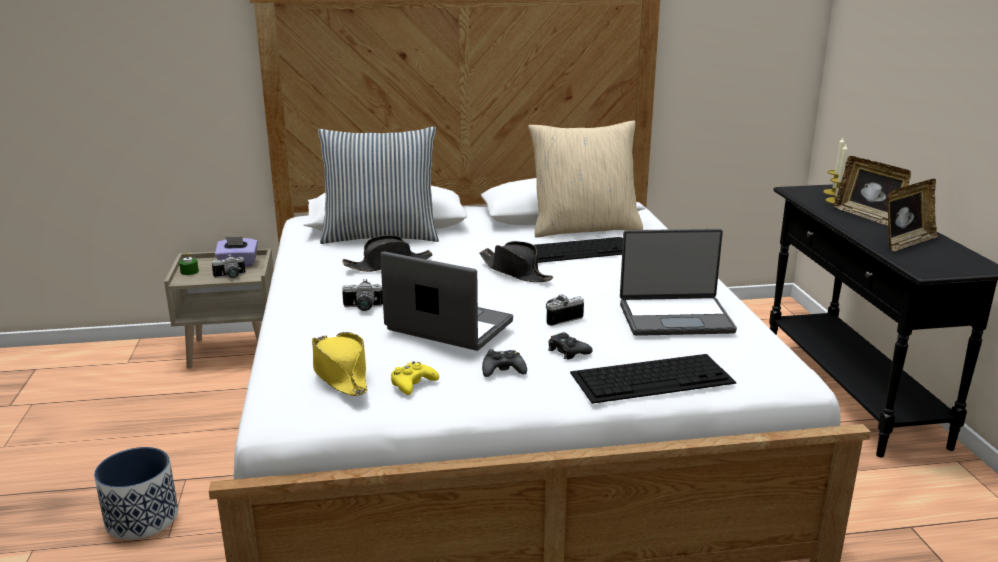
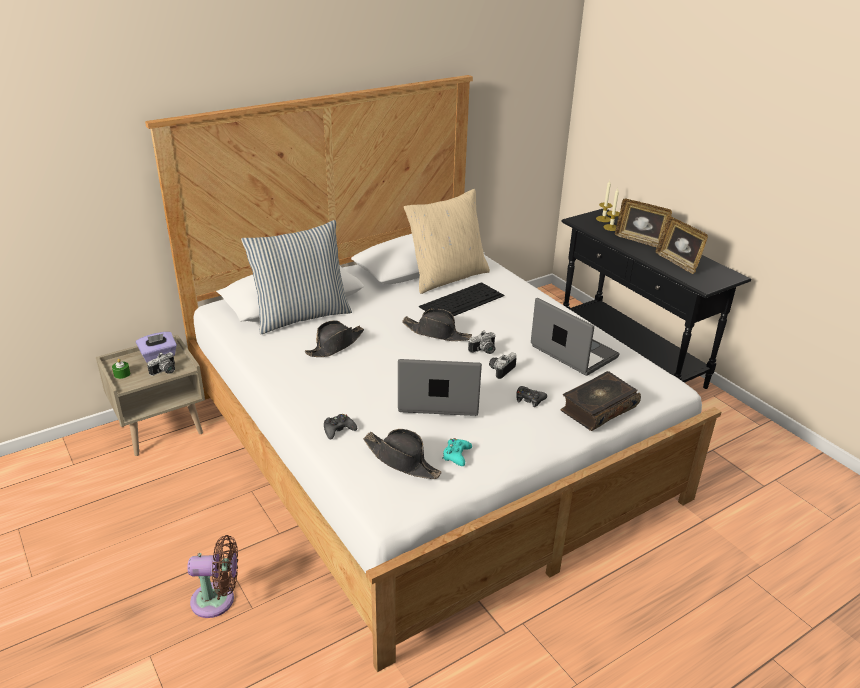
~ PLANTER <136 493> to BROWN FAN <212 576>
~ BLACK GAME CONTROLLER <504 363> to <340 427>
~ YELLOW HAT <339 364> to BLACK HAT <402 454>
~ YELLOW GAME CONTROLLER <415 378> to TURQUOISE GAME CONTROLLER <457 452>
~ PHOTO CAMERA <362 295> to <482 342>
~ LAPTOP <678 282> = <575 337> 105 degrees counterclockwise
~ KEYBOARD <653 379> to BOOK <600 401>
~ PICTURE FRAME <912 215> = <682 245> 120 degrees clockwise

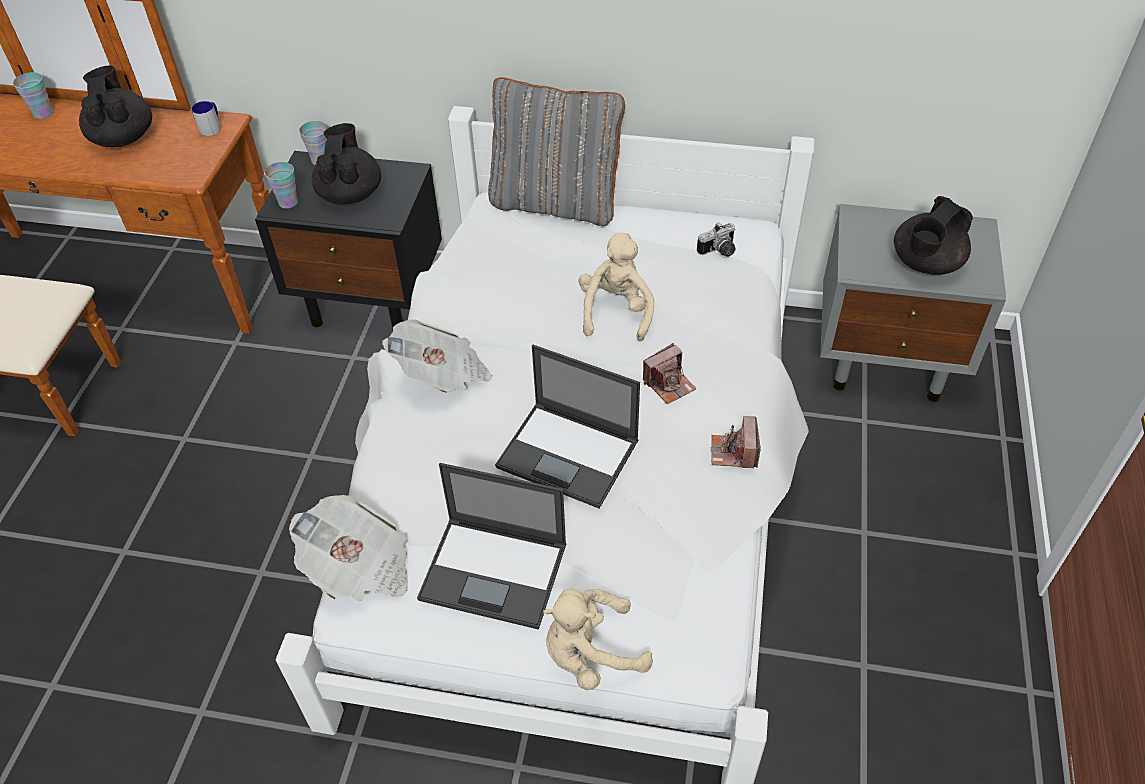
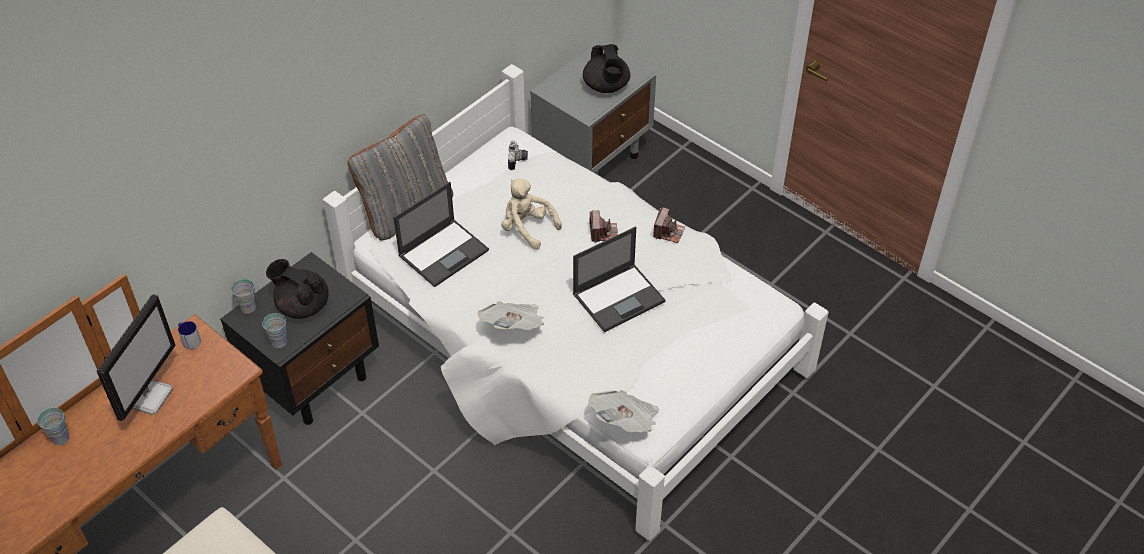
~ BLACK TEAPOT <115 106> to MONITOR <136 357>
~ LAPTOP <491 546> to <441 234>
~ PHOTO CAMERA <736 442> = <669 225> 105 degrees counterclockwise
- BEIGE PLUSH TOY <598 639>

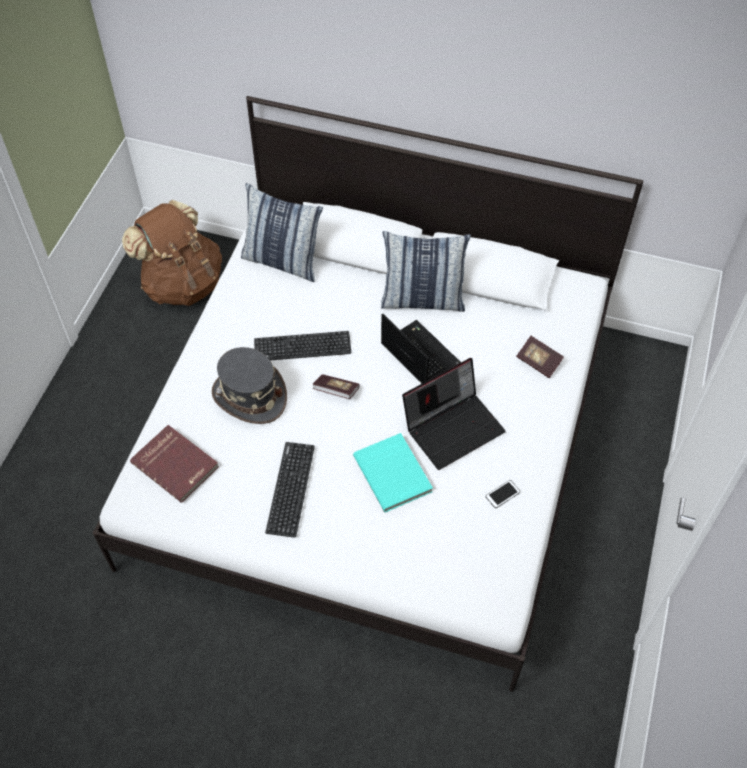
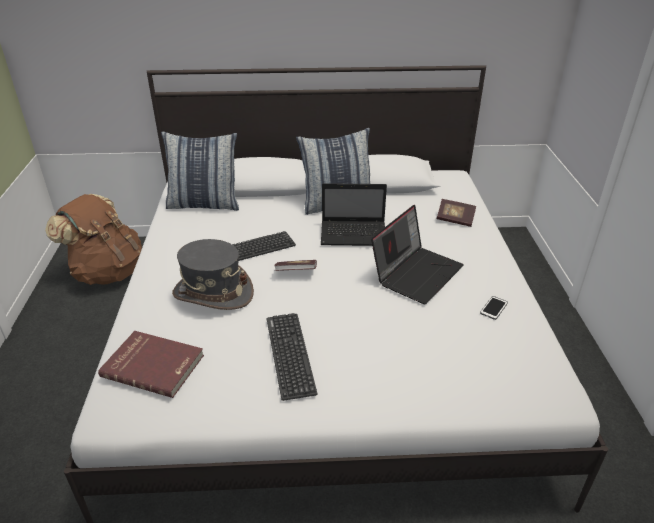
~ LAPTOP <421 348> = <354 214> 150 degrees clockwise
- TURQUOISE BOOK <393 472>

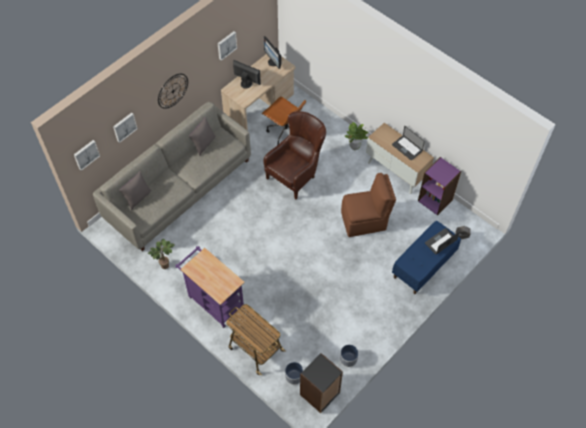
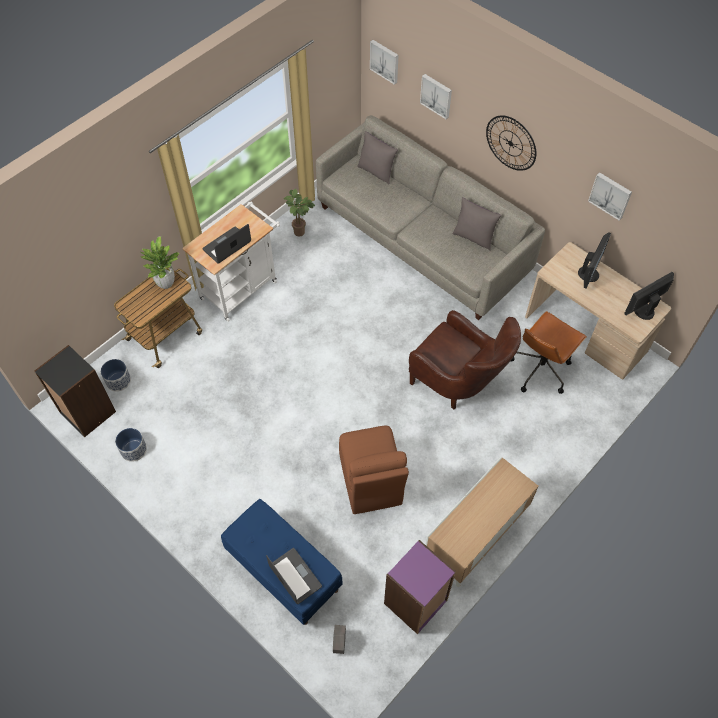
~ POTTED PLANT <357 136> to <160 262>
~ PURPLE CART <210 287> to WHITE CART <231 261>
~ LAPTOP <408 143> to <227 244>

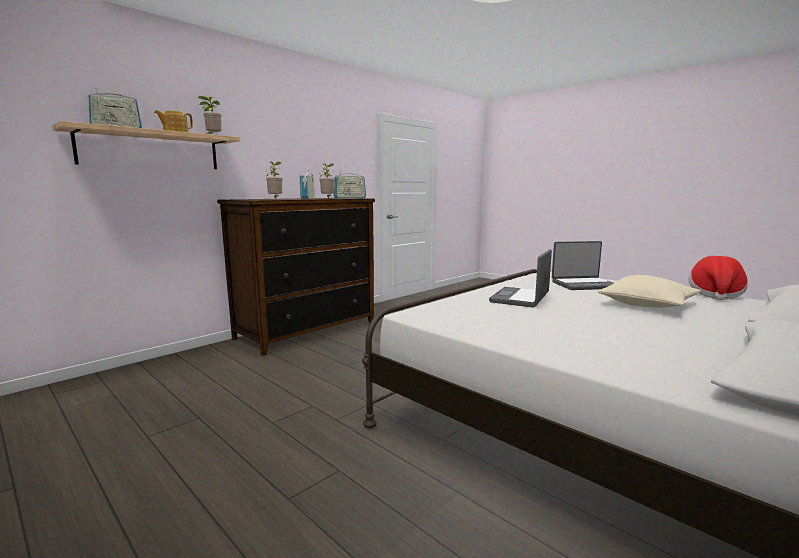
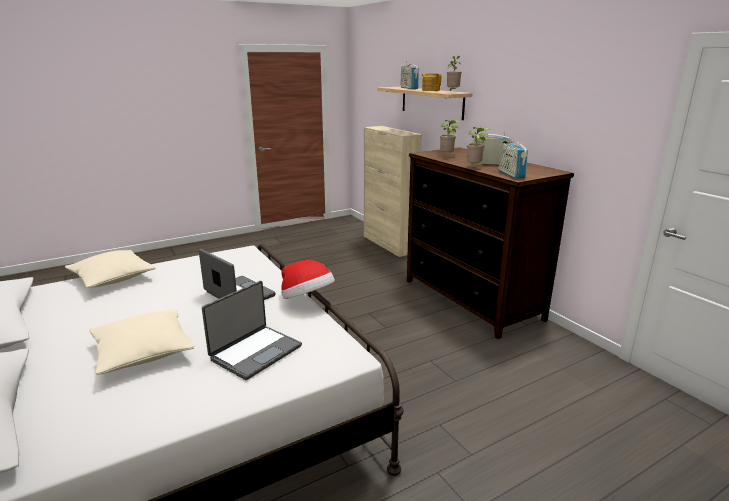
+ BEIGE PILLOW <110 269>
~ LAPTOP <583 265> = <252 330> 150 degrees counterclockwise
~ HAT <718 278> to <308 279>
+ BEIGE CABINET <393 191>

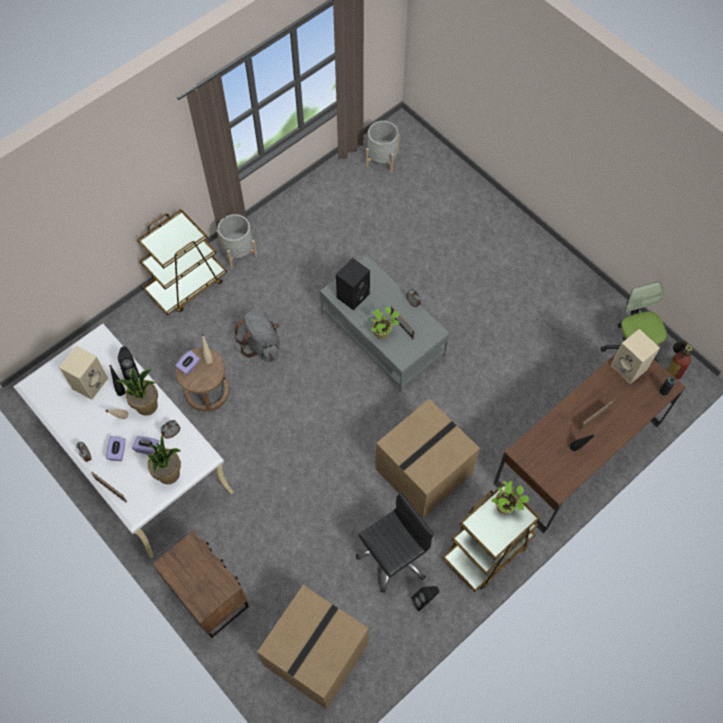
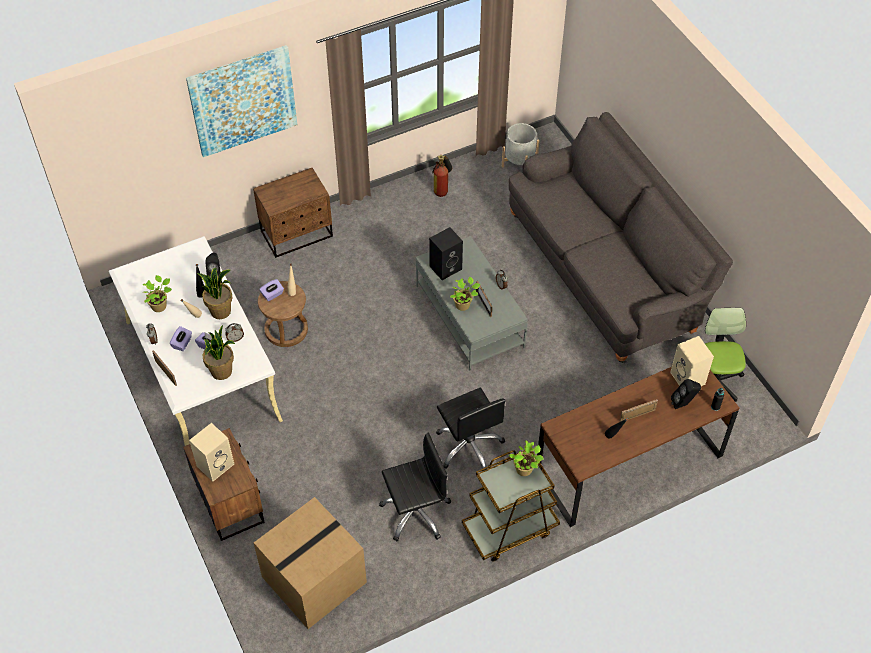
+ POTTED PLANT <157 293>
+ PICTURE <241 101>
~ BEIGE SPEAKER <83 372> to <211 452>
~ BROWN CART <182 262> to BROWN NIGHTSTAND <293 213>
~ FIRE EXTINGUISHER <680 360> to <442 176>
~ CARDBOARD BOX <427 458> to BLACK OFFICE CHAIR <471 429>
+ GREY SOFA <621 237>
~ BLACK SPEAKER <425 599> to <686 394>
- GREY PLANTER <237 241>
- GREY BACKPACK <257 335>

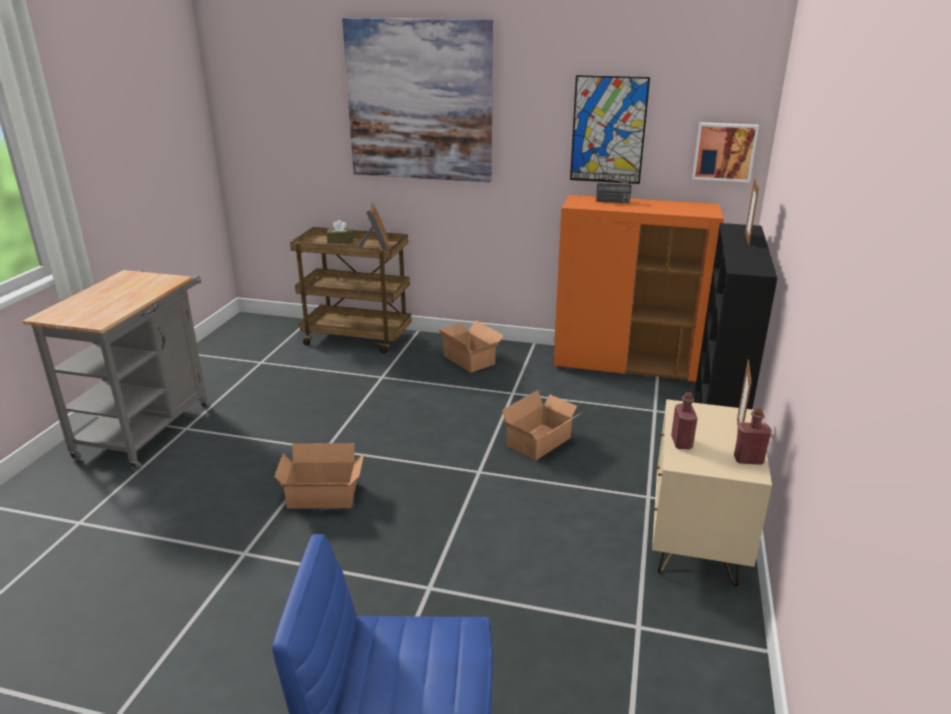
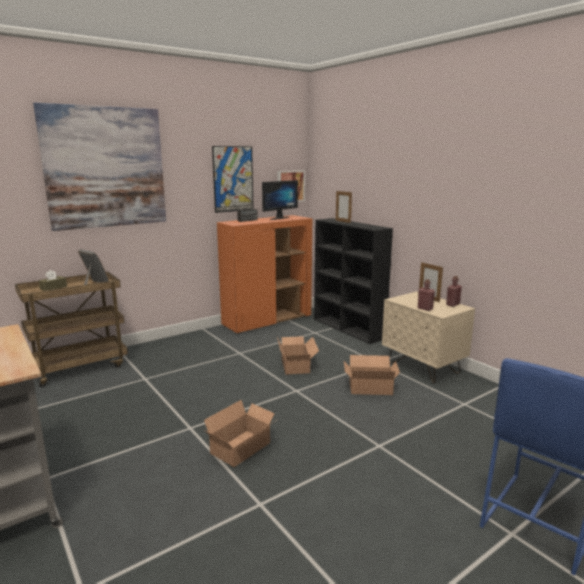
+ MONITOR <280 200>
~ CARDBOARD BOX <471 347> to <372 375>

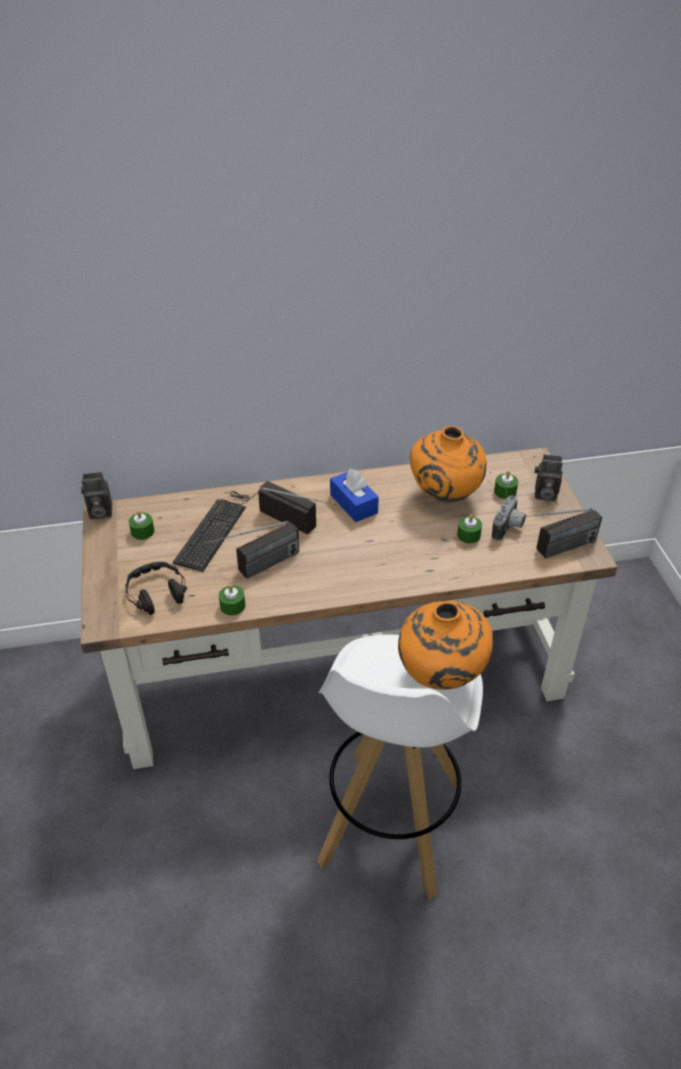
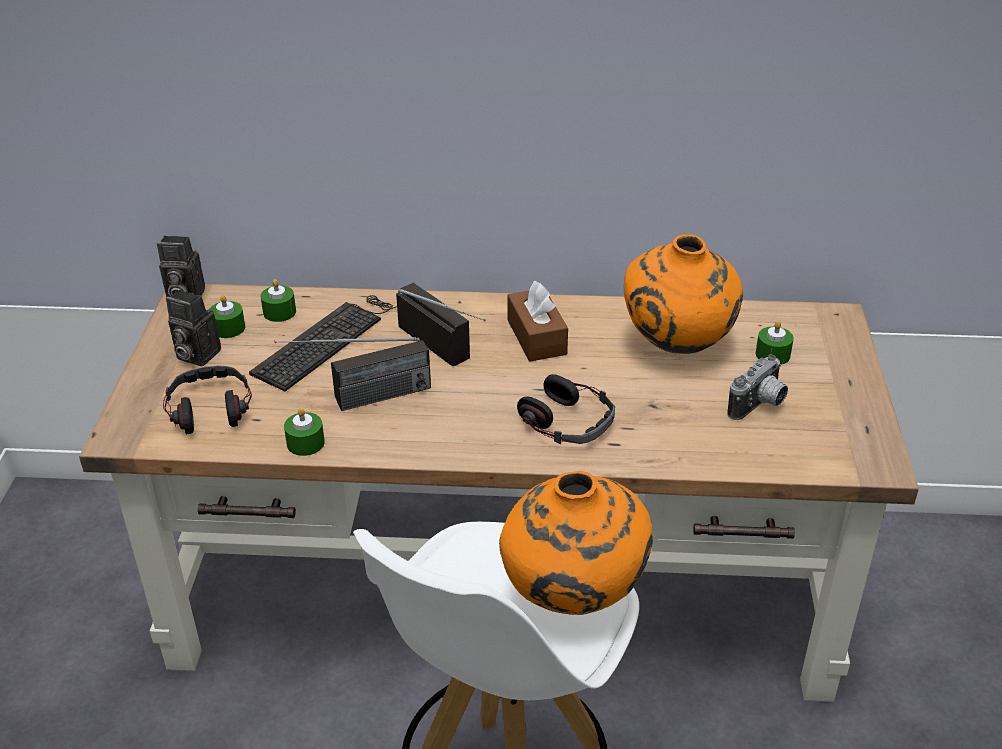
~ PHOTO CAMERA <549 477> to <193 328>
~ GREEN CANDLE <469 528> to <278 300>
~ BLUE TISSUE BOX <354 495> to BROWN TISSUE BOX <538 321>
+ HEADPHONES <566 409>
- RADIO <558 533>

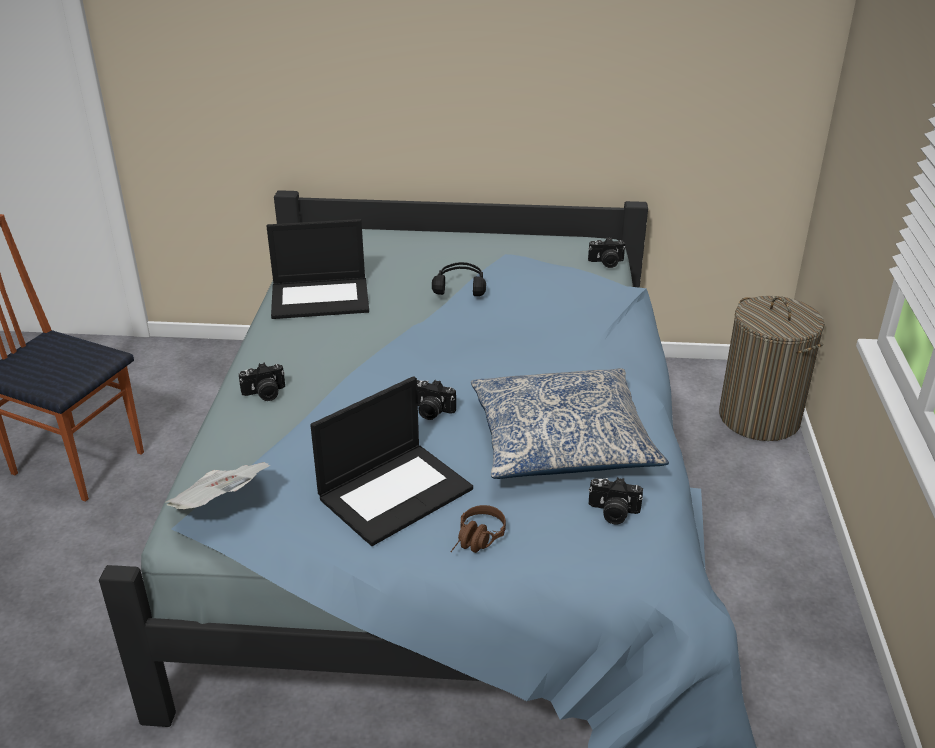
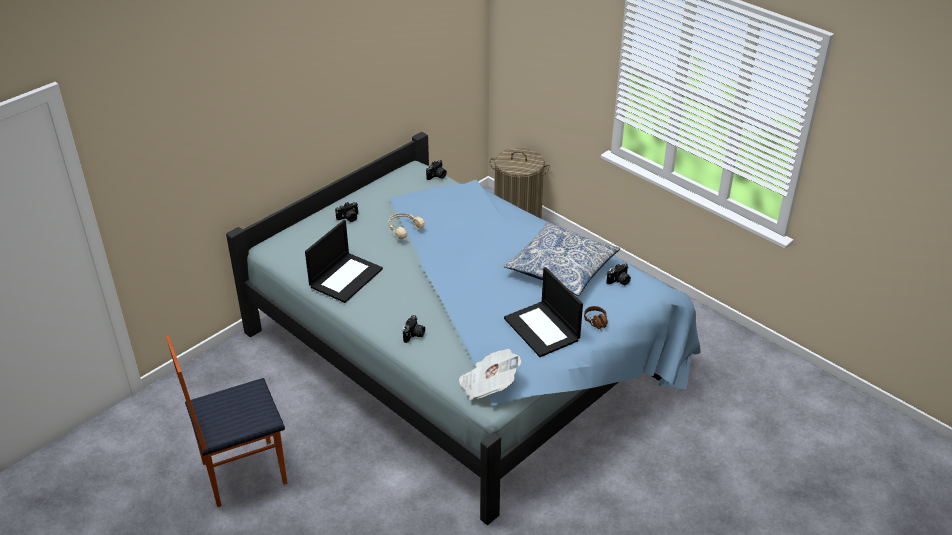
~ PHOTO CAMERA <436 400> to <346 212>
~ BLACK HEADPHONES <459 279> to BEIGE HEADPHONES <407 226>
~ LAPTOP <391 461> = <543 312> 150 degrees clockwise

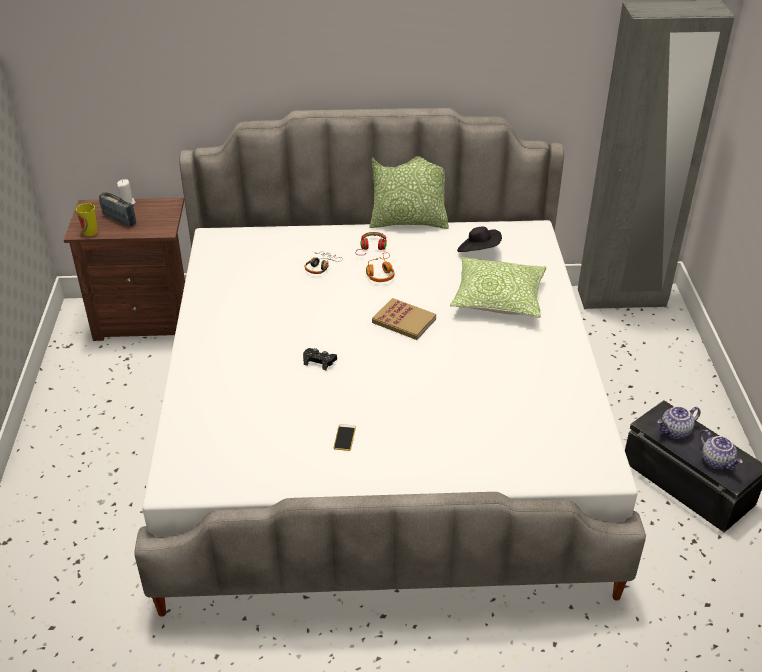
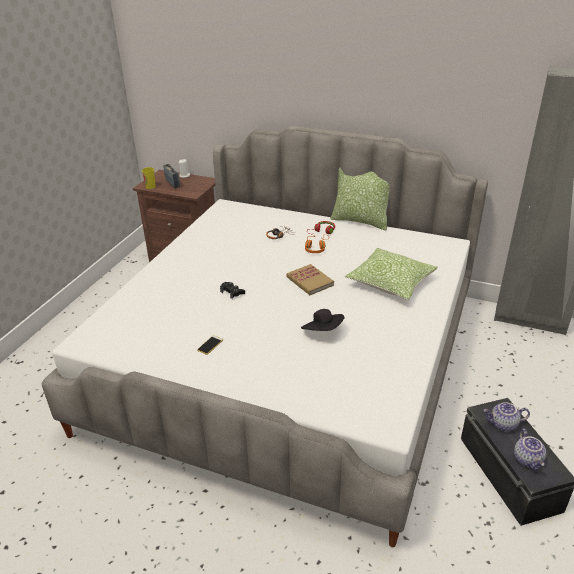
~ BLACK HAT <479 239> to <323 320>

